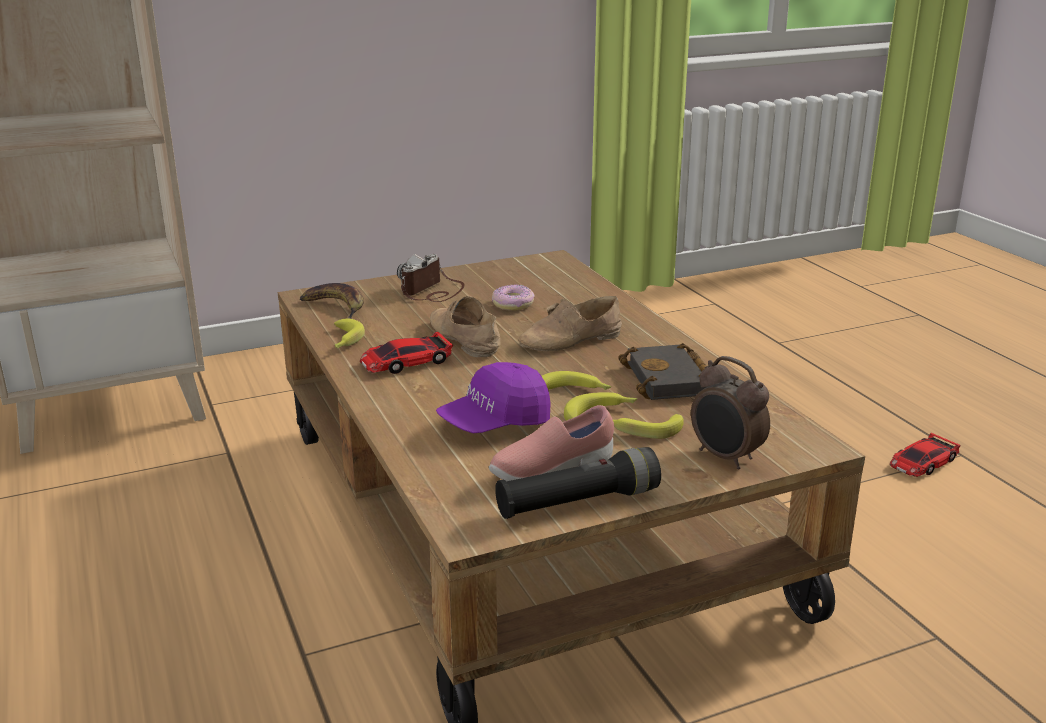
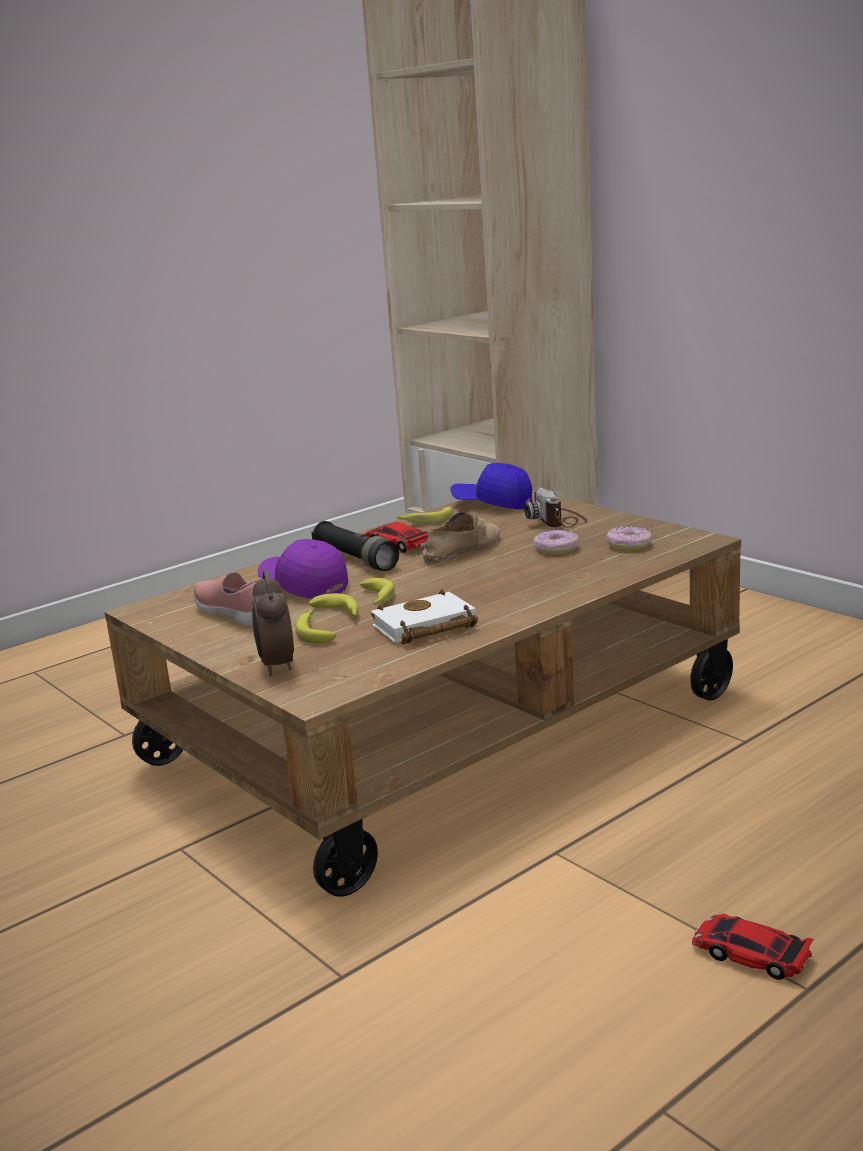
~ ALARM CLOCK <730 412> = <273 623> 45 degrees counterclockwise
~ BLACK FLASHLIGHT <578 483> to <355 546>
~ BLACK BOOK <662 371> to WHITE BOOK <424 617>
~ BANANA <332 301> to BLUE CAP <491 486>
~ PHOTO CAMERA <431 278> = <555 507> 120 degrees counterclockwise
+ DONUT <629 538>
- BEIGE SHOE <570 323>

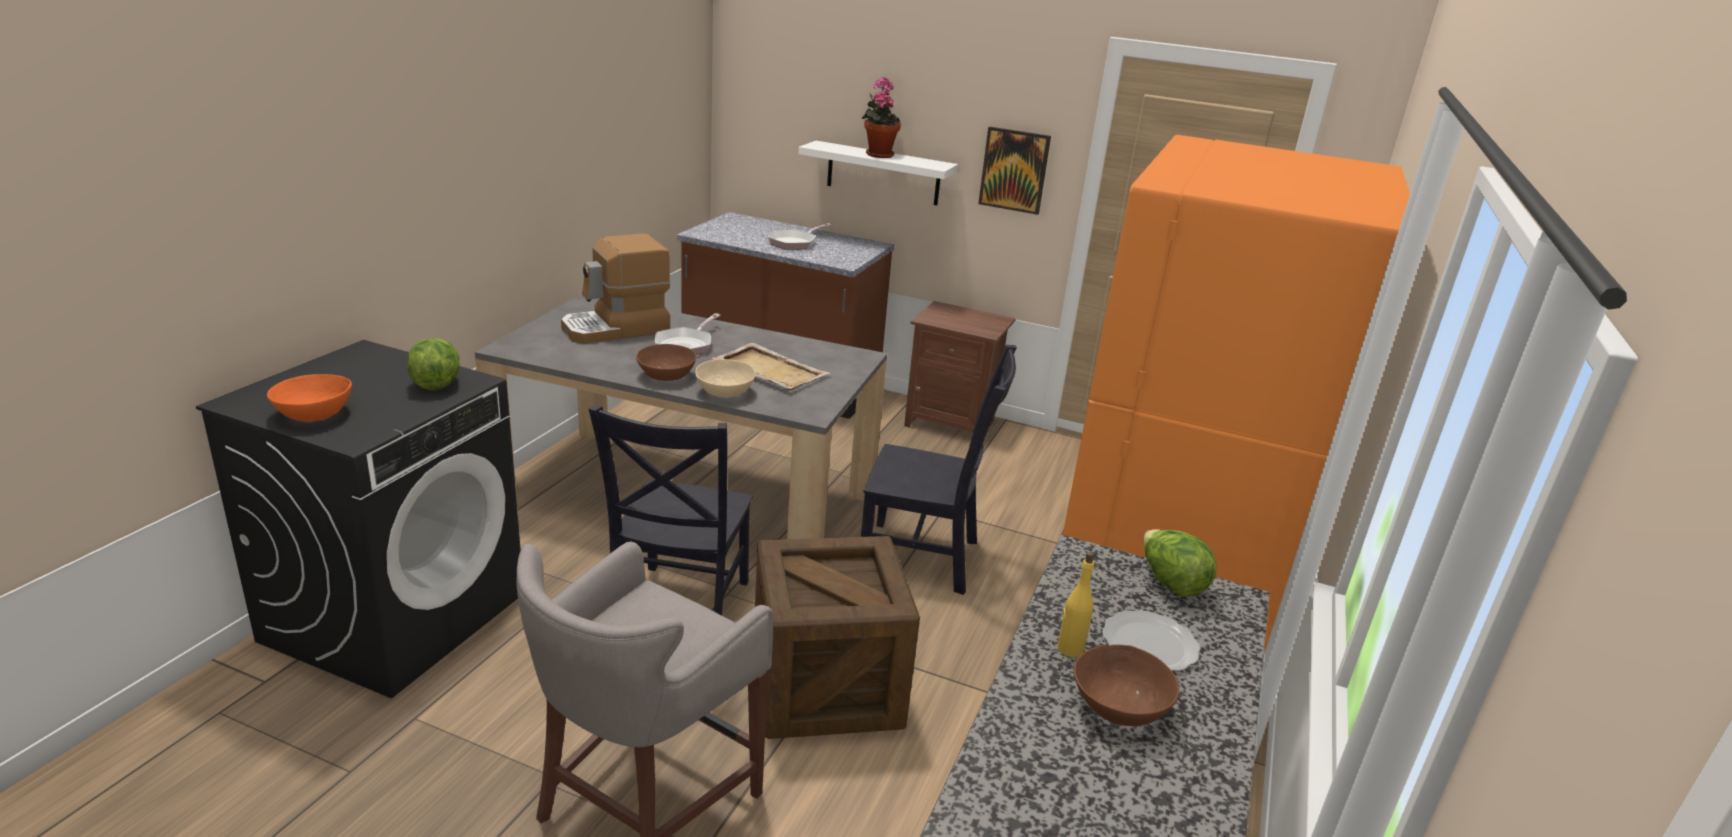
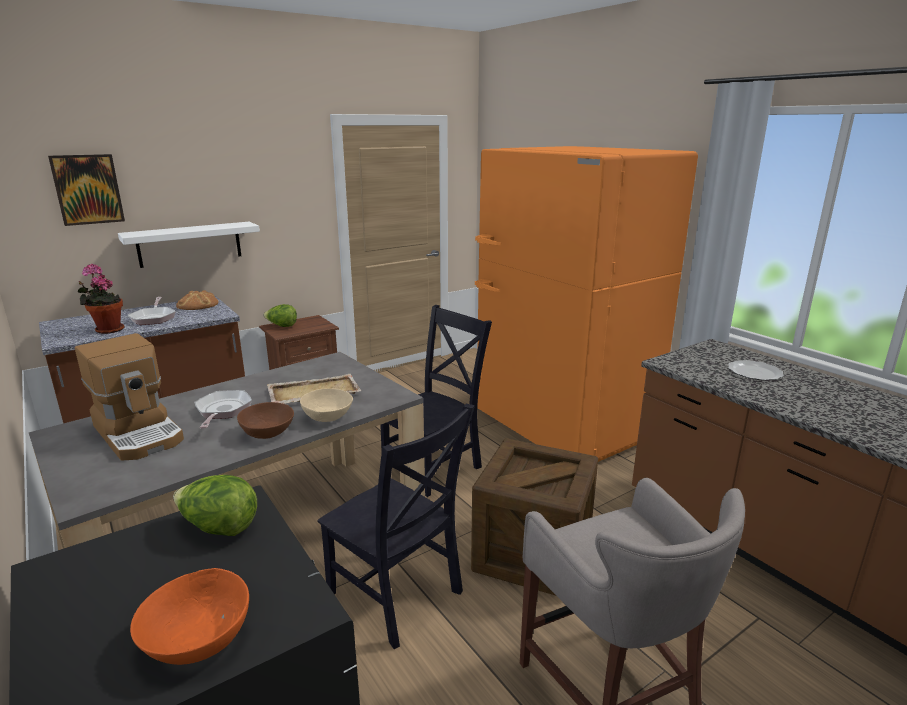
~ PICTURE <1014 171> to <86 190>
~ COFFEE MACHINE <616 289> = <129 397> 45 degrees counterclockwise
~ POTTED PLANT <881 117> to <100 299>
+ BREAD <197 300>
~ FRYING PAN <688 334> = <223 409> 150 degrees counterclockwise
~ LETTUCE <1180 563> to <280 315>
- YELLOW BOTTLE <1076 604>
- BROWN BOWL <1126 685>

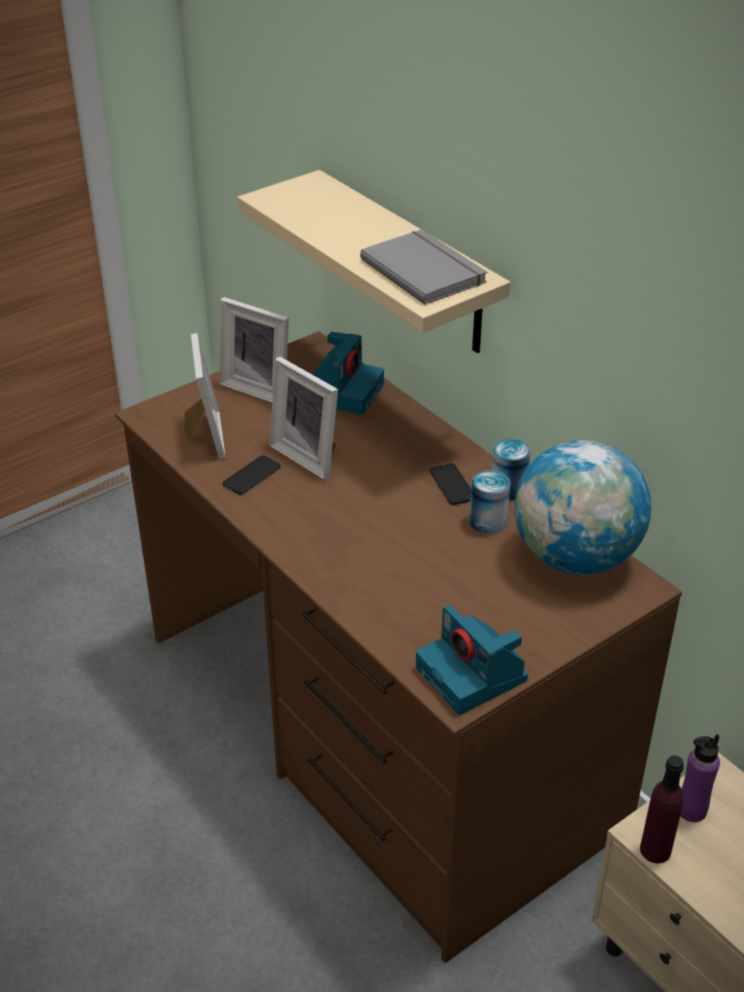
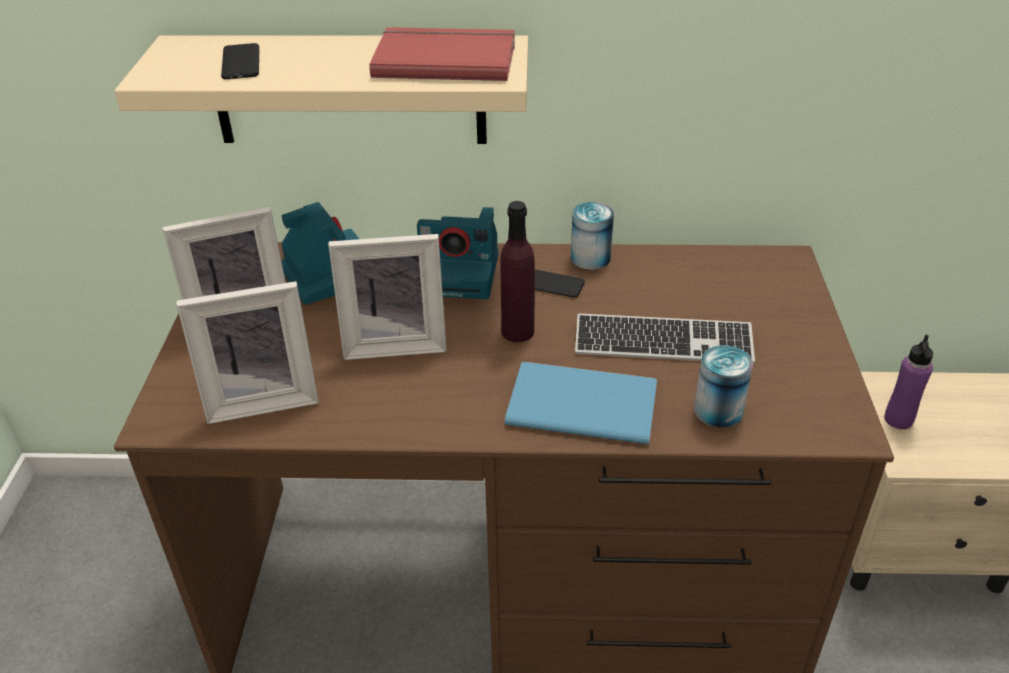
~ PICTURE FRAME <204 396> = <247 352> 135 degrees clockwise
~ PHONE <251 475> to <240 61>
~ GREY BOOK <423 267> to RED BOOK <442 54>
~ PHOTO CAMERA <472 660> to <457 253>
~ PURPLE BOTTLE <662 809> to <518 271>
+ BLUE BOOK <581 403>
+ KEYBOARD <665 338>
~ CAN <490 502> to <723 386>
- GLOBE <583 507>

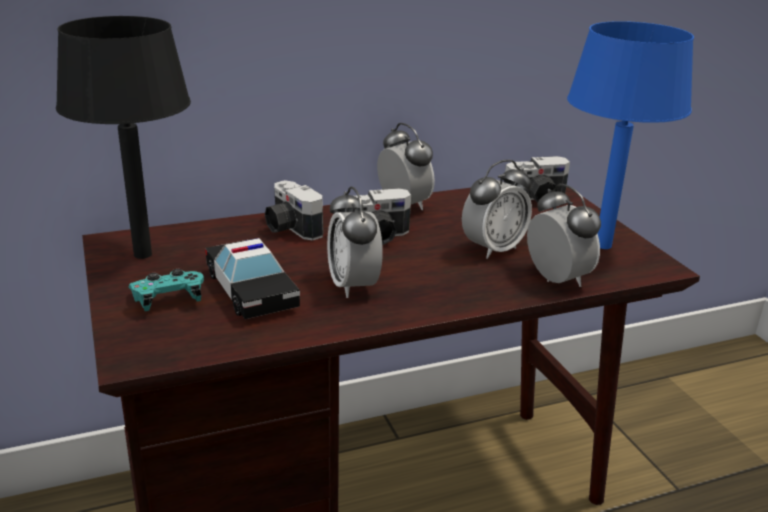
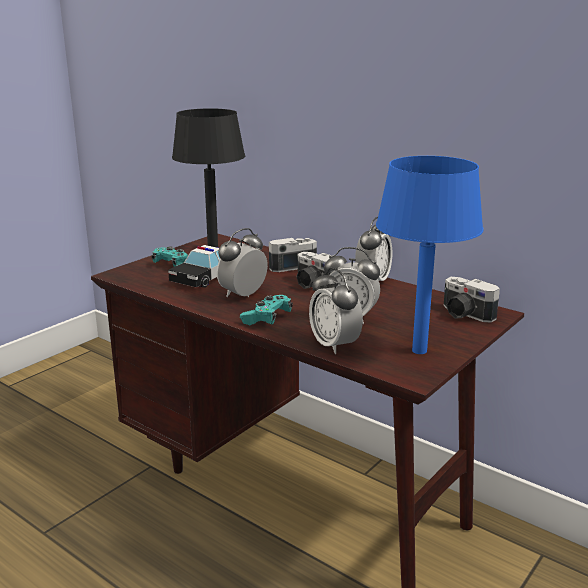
+ TURQUOISE GAME CONTROLLER <266 310>
~ PHOTO CAMERA <294 210> = <293 255> 45 degrees clockwise
~ ALARM CLOCK <564 235> = <336 311> 120 degrees clockwise

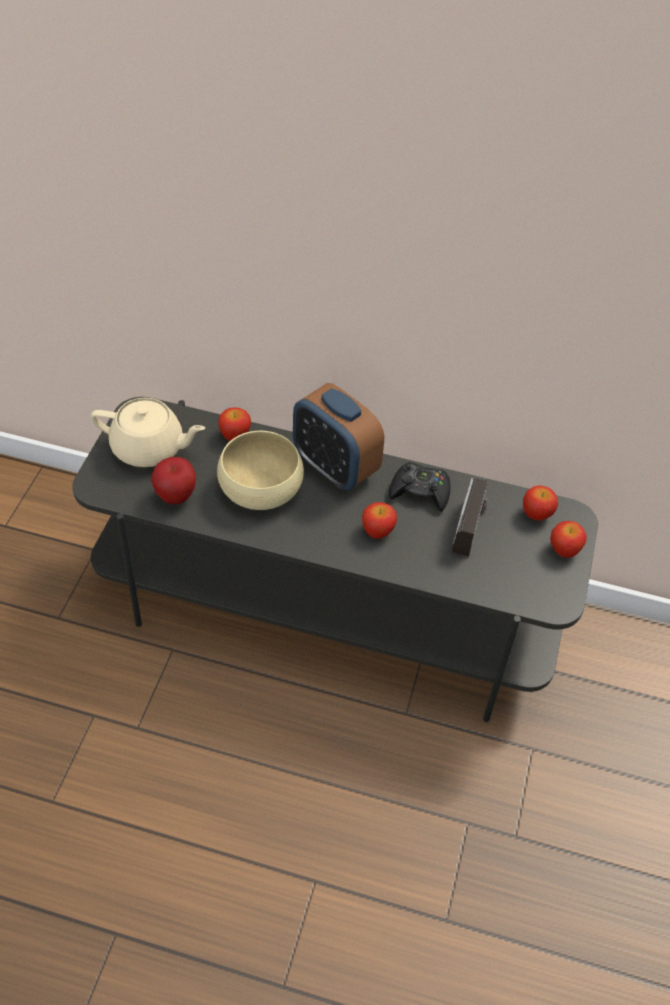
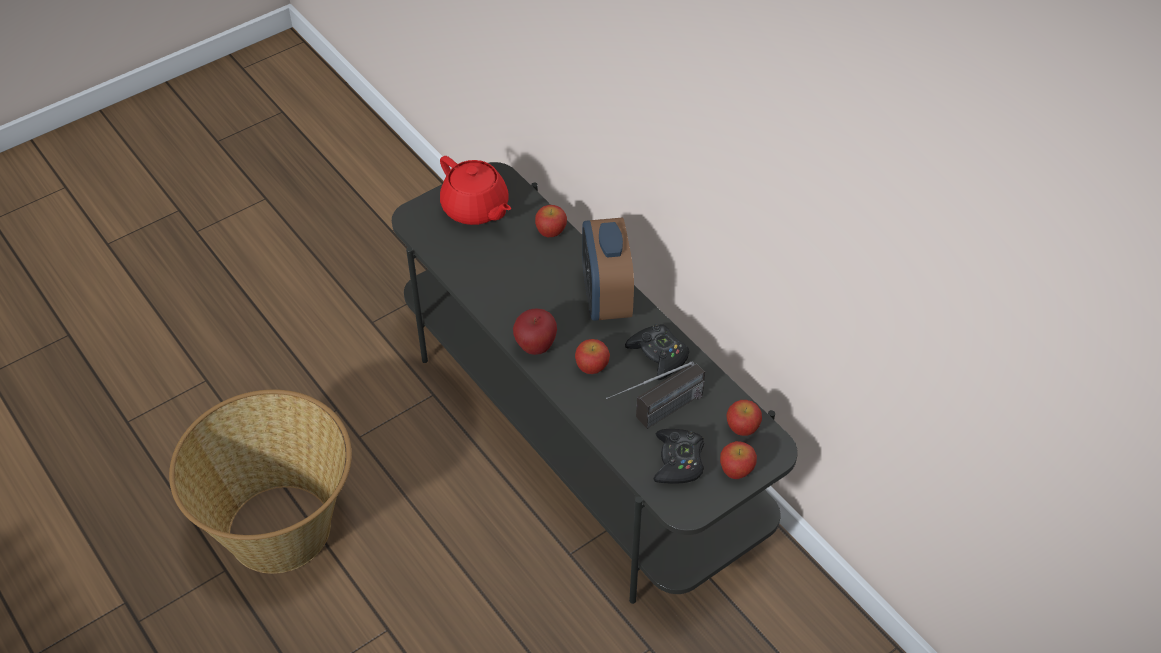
+ BASKET <260 481>
~ BEIGE TEAPOT <148 432> to RED TEAPOT <475 190>
~ APPLE <173 480> to <535 331>
+ BLACK GAME CONTROLLER <678 456>
- BEIGE BOWL <260 470>

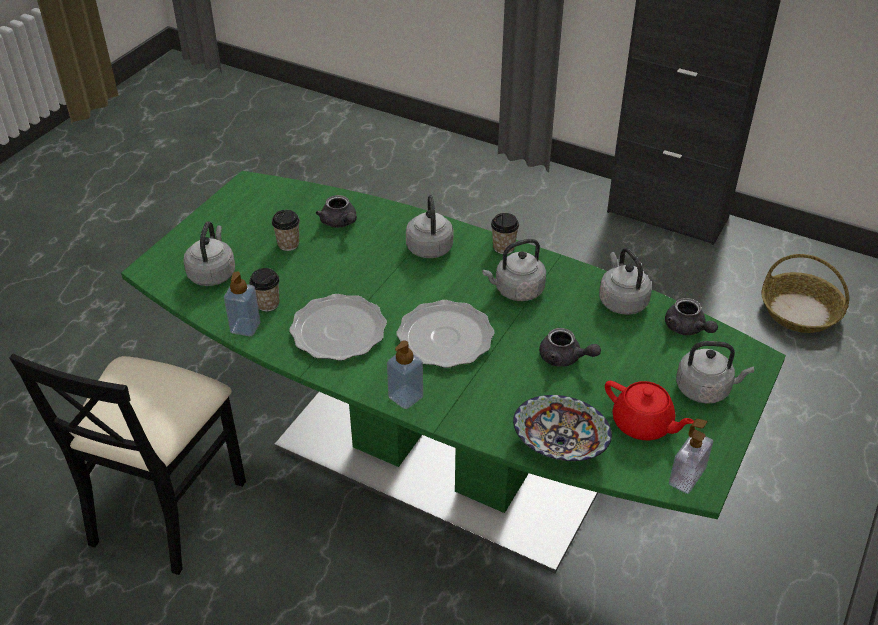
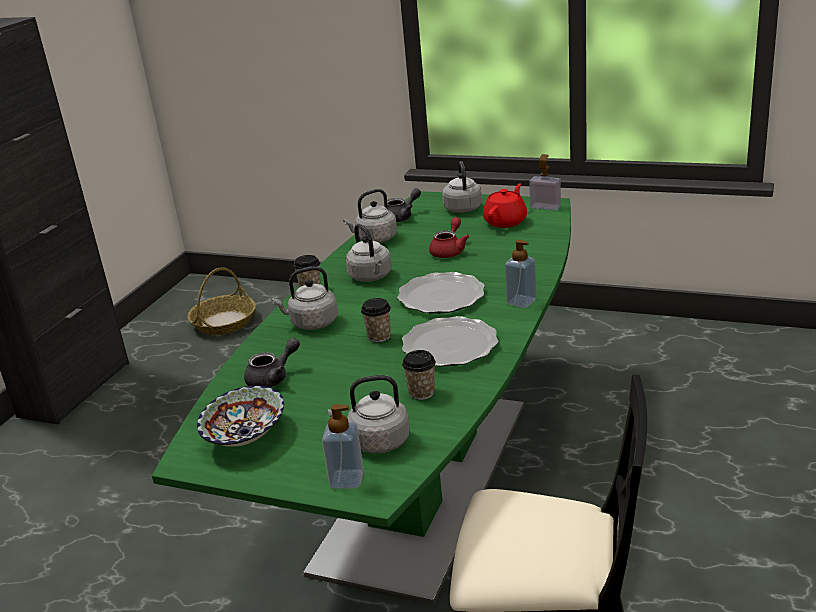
~ BOWL <562 428> to <240 416>
~ SOAP DISPENSER <242 303> to <343 446>
~ CUP <286 230> to <376 320>
~ GREY TEAPOT <570 347> to RED TEAPOT <449 237>

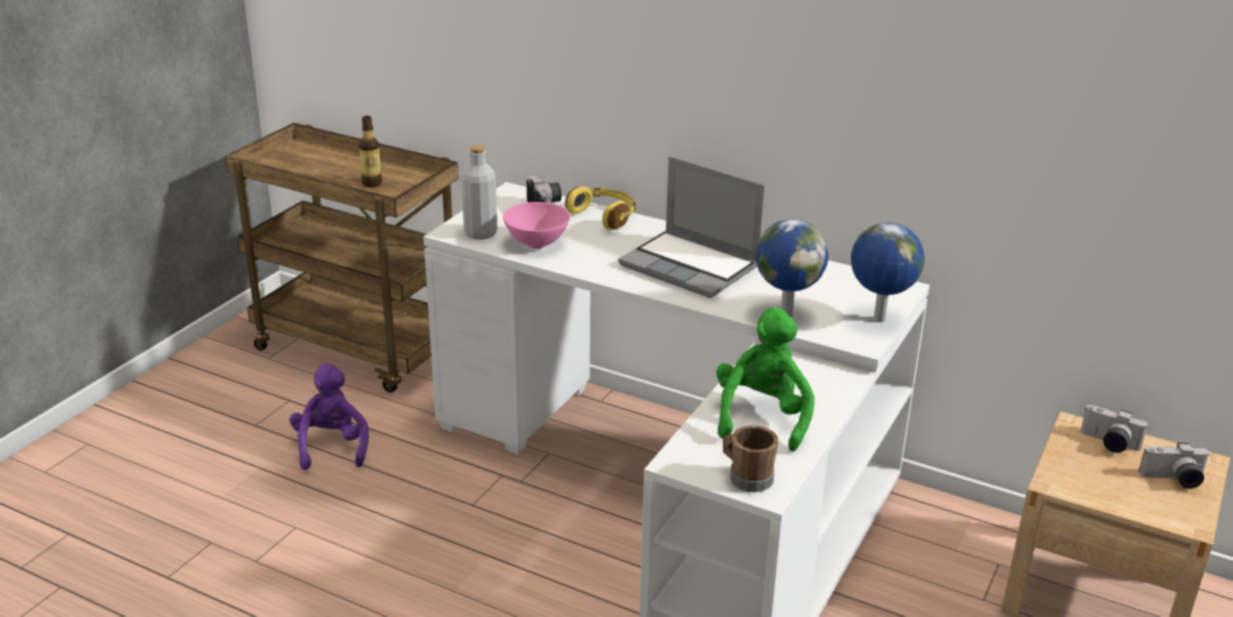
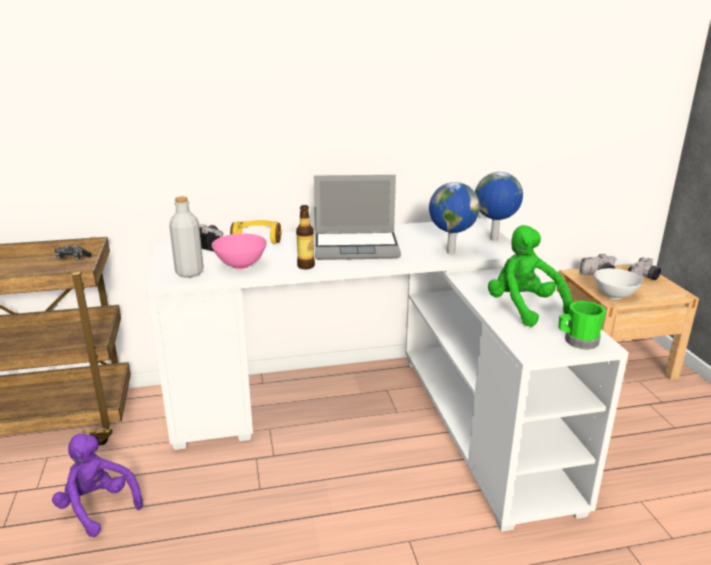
+ GAME CONTROLLER <73 252>
~ BOTTLE <370 151> to <305 237>
~ BROWN MUG <750 458> to GREEN MUG <582 325>
+ WHITE BOWL <618 284>

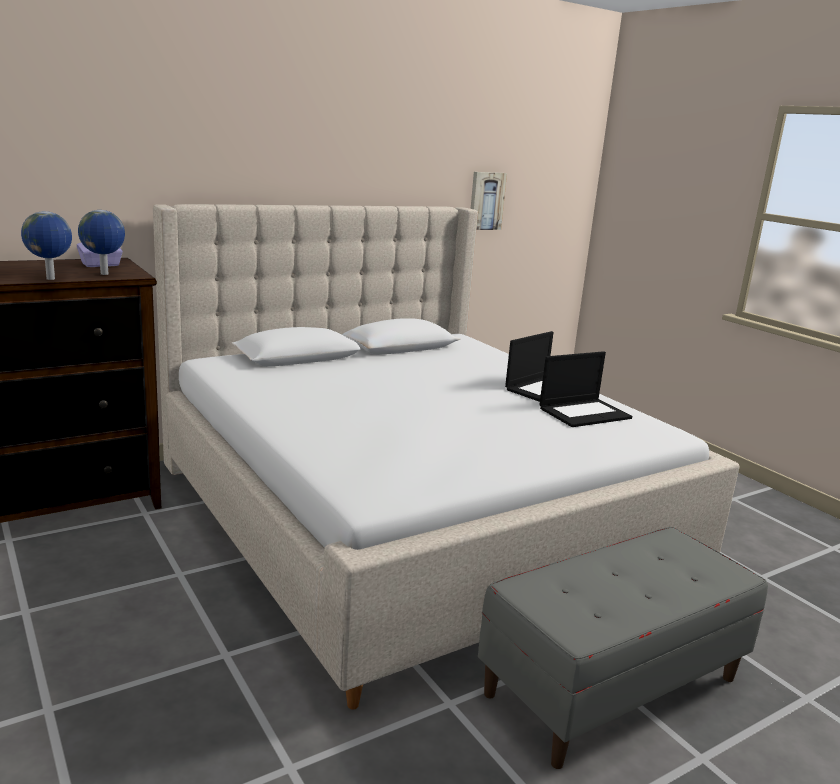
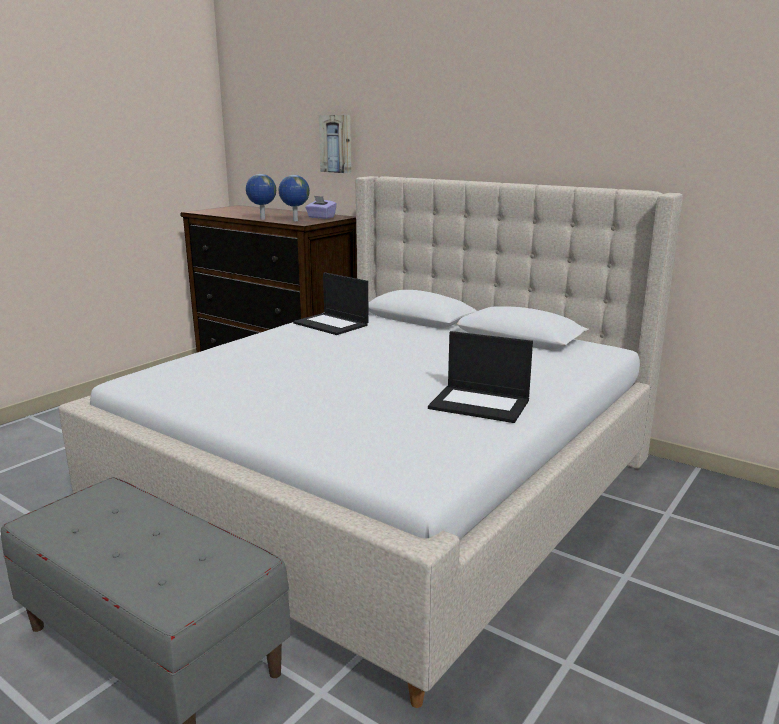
~ LAPTOP <585 389> to <331 303>
~ PICTURE <489 201> to <335 144>

